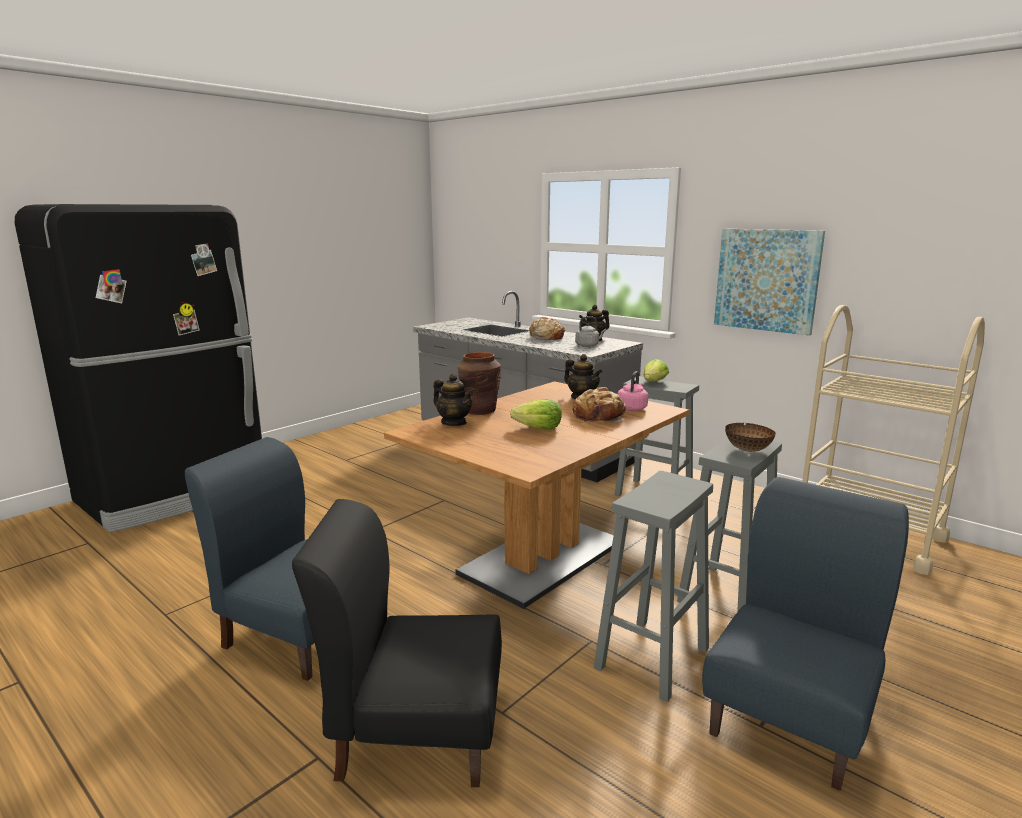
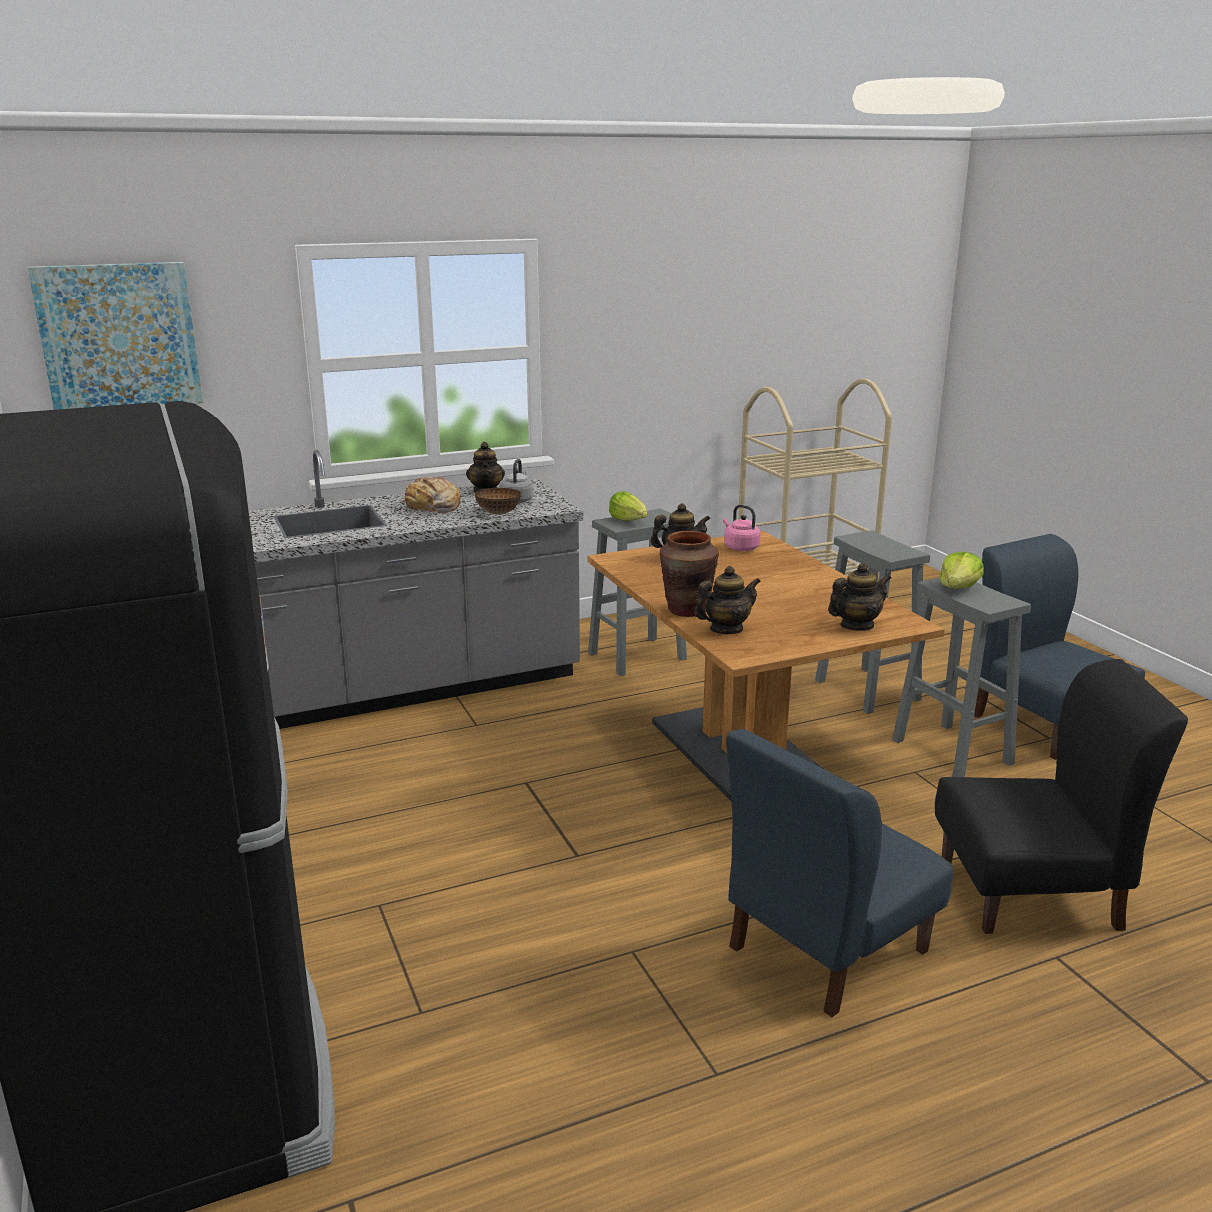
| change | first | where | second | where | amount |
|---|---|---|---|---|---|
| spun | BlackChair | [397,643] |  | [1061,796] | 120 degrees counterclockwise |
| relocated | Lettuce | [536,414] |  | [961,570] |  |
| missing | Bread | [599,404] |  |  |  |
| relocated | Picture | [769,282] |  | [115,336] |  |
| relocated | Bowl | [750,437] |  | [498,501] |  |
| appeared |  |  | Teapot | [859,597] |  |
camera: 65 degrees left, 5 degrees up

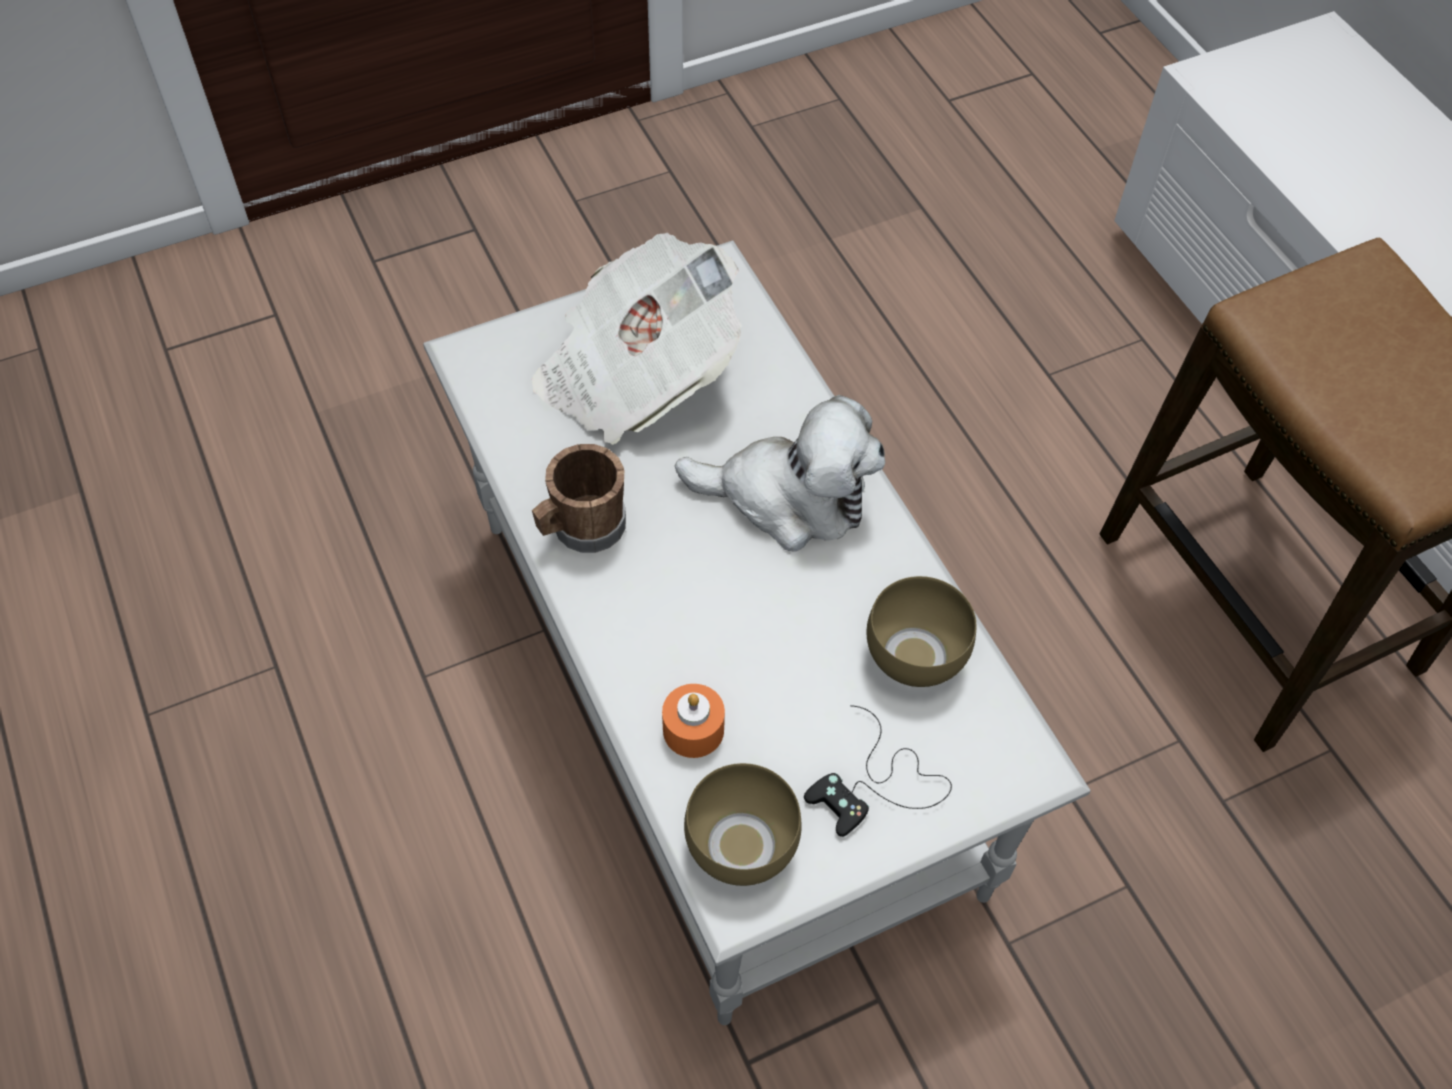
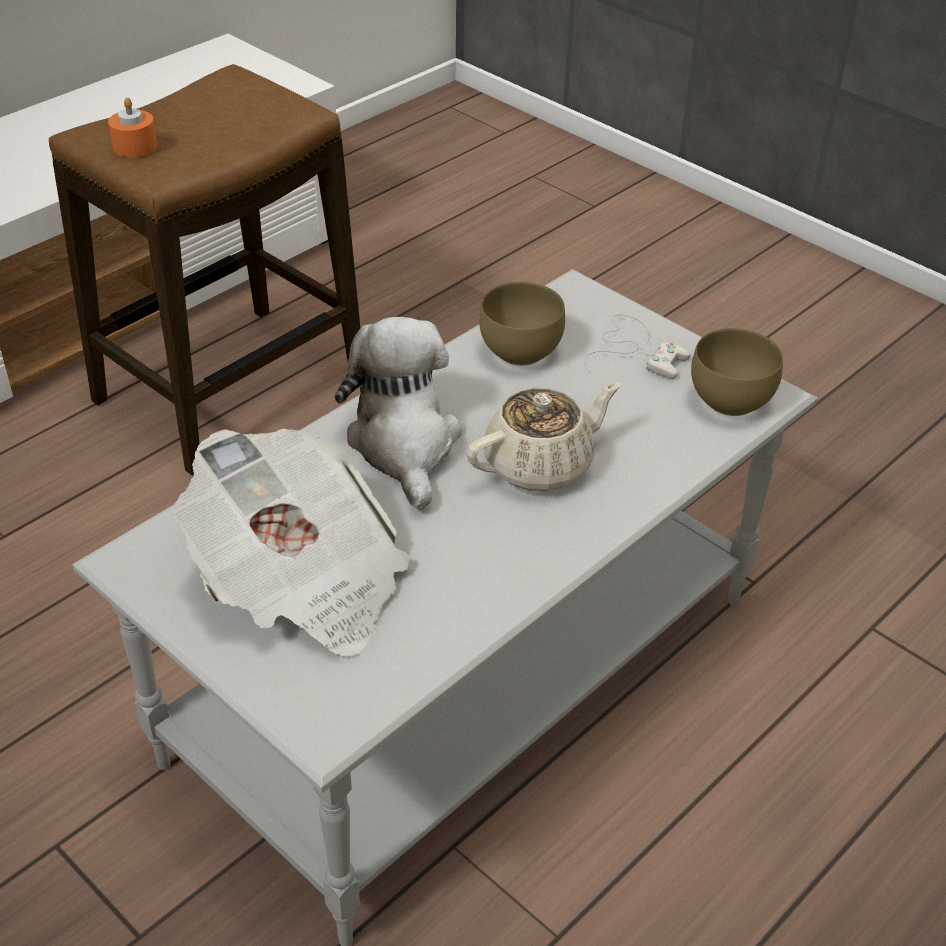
| change | first | where | second | where | amount |
|---|---|---|---|---|---|
| missing | BrownMug | [579,498] |  |  |  |
| relocated | OrangeCandle | [693,721] |  | [132,127] |  |
| colour | BlackGameController | [878,771] | WhiteGameController | [637,346] |  |
| appeared |  |  | BeigeTeapot | [543,436] |  |
camera: 110 degrees left, 15 degrees down

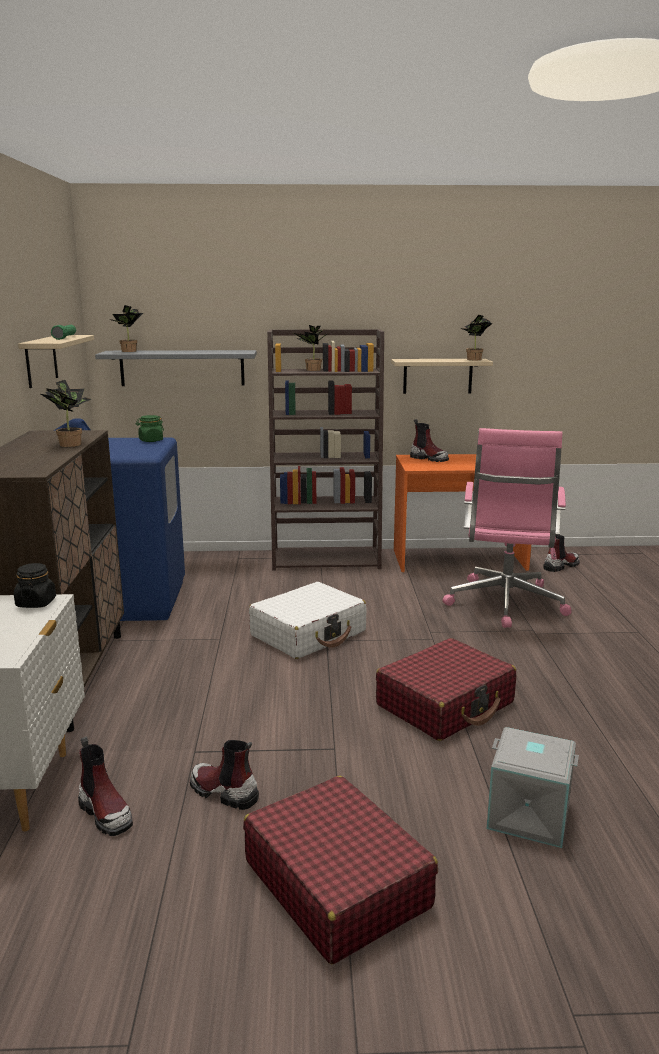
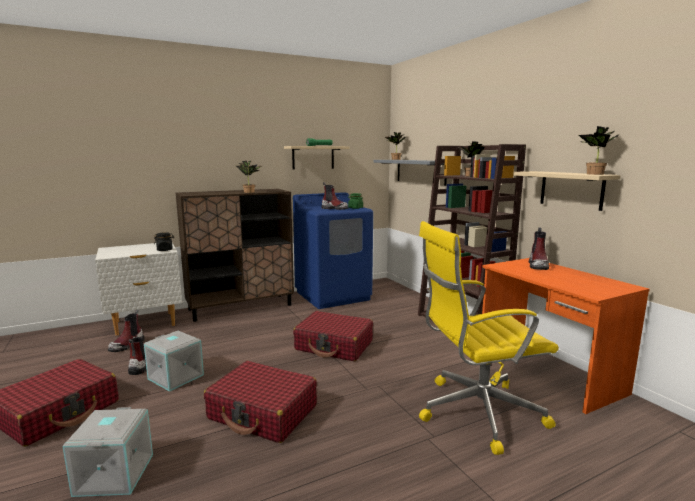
| change | first | where | second | where | amount |
|---|---|---|---|---|---|
| colour | WhiteSuitcase | [308,620] | RedSuitcase | [333,336] |  |
| colour | PinkOfficeChair | [507,528] | YellowOfficeChair | [489,338] |  |
| relocated | Boot | [561,553] |  | [334,196] |  |
| appeared |  |  | GreyStorageBox | [174,361] |  |
camera: 65 degrees right, 5 degrees down

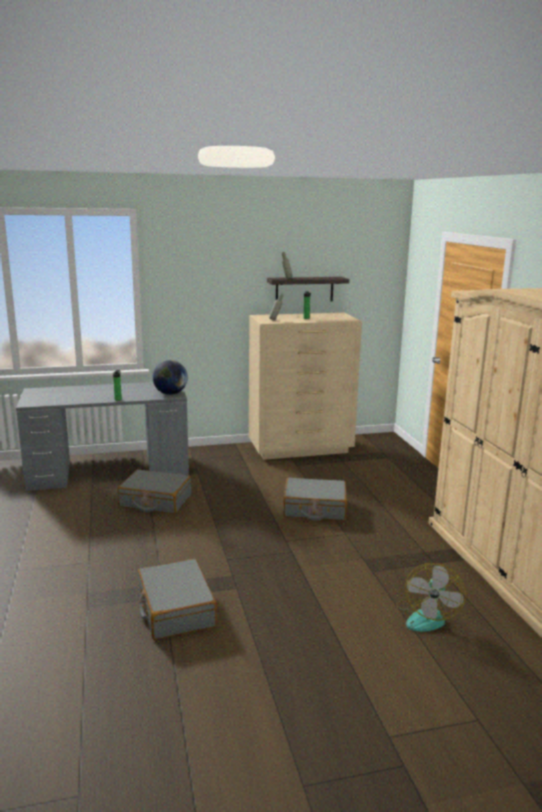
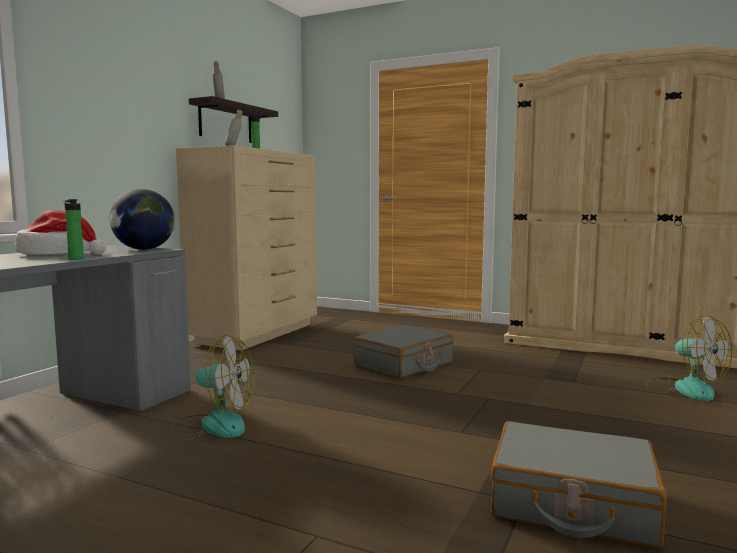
| change | first | where | second | where | amount |
|---|---|---|---|---|---|
| exchanged | GreySuitcase | [154,491] | Fan | [211,389] |  |
| appeared |  |  | Hat | [60,232] |  |
camera: 50 degrees left, 10 degrees down

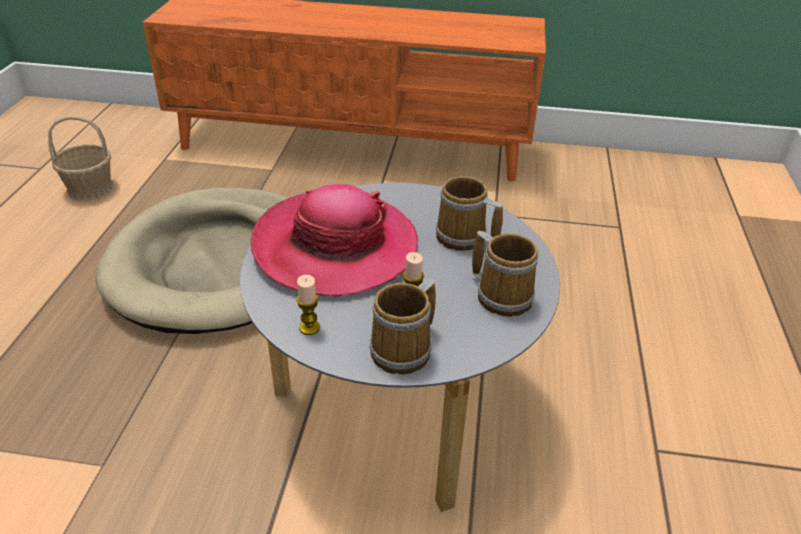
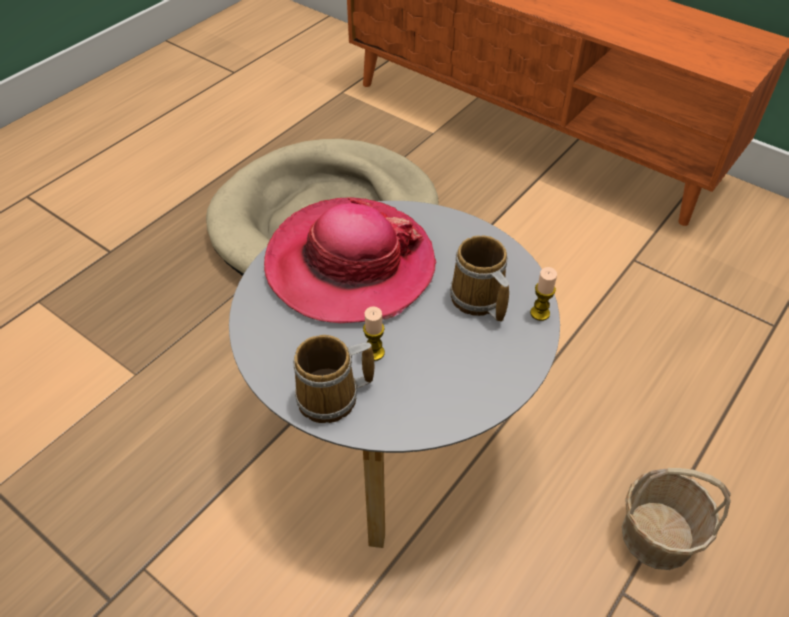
| change | first | where | second | where | amount |
|---|---|---|---|---|---|
| relocated | Basket | [80,158] |  | [676,519] |  |
| relocated | Candle | [308,305] |  | [543,294] |  |
| missing | Mug | [505,274] |  |  |  |
camera: 30 degrees right, 10 degrees up

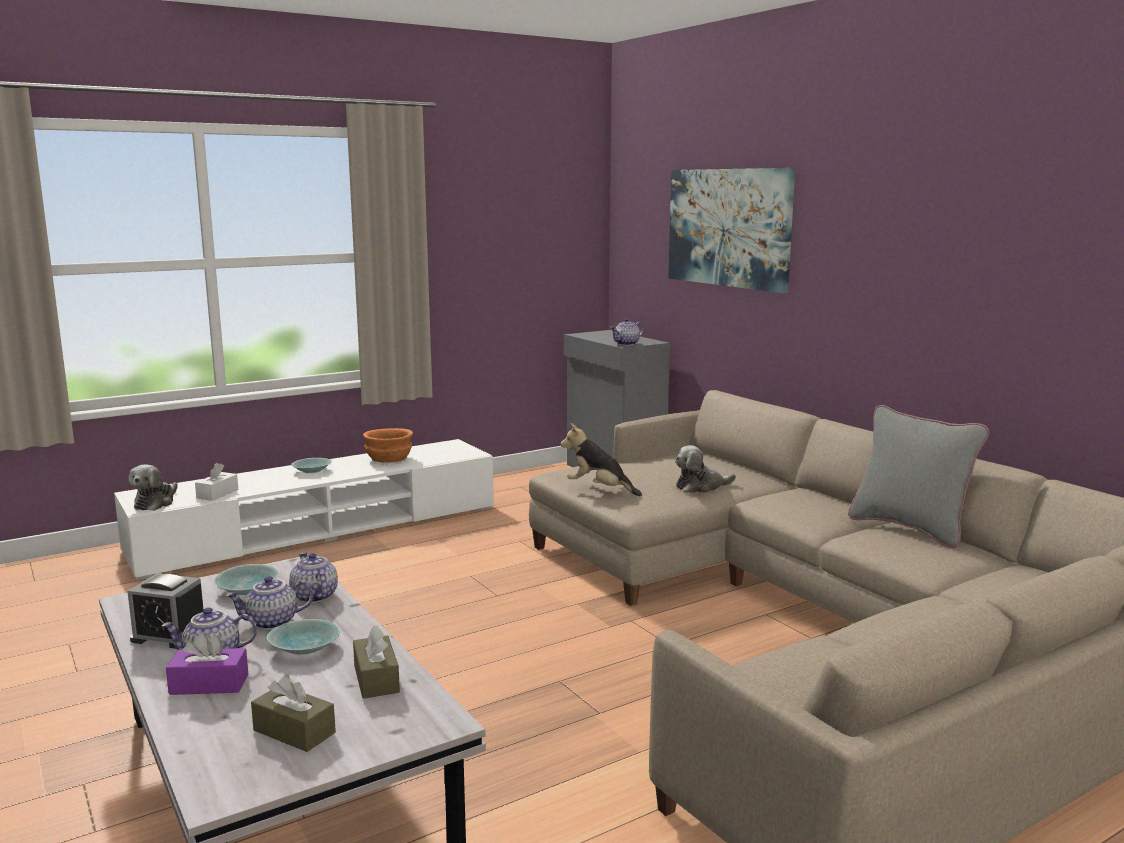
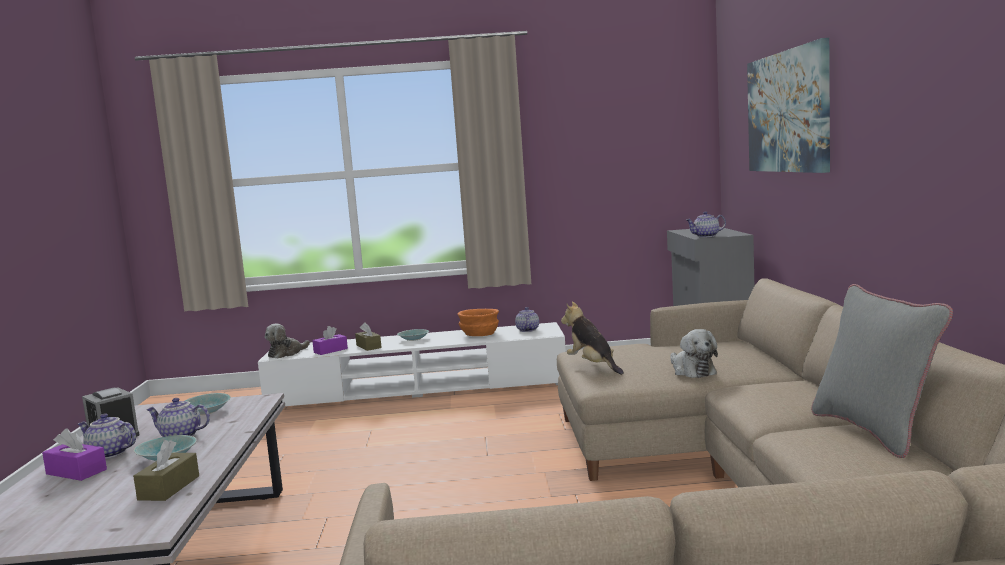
| change | first | where | second | where | amount |
|---|---|---|---|---|---|
| colour | WhiteTissueBox | [216,482] | PurpleTissueBox | [330,340] |  |
| relocated | BrownTissueBox | [293,713] |  | [368,336] |  |
| relocated | Teapot | [313,577] |  | [527,319] |  |
| spun | PlushToy | [705,469] |  | [694,353] | 120 degrees counterclockwise |
camera: 30 degrees right, 5 degrees down

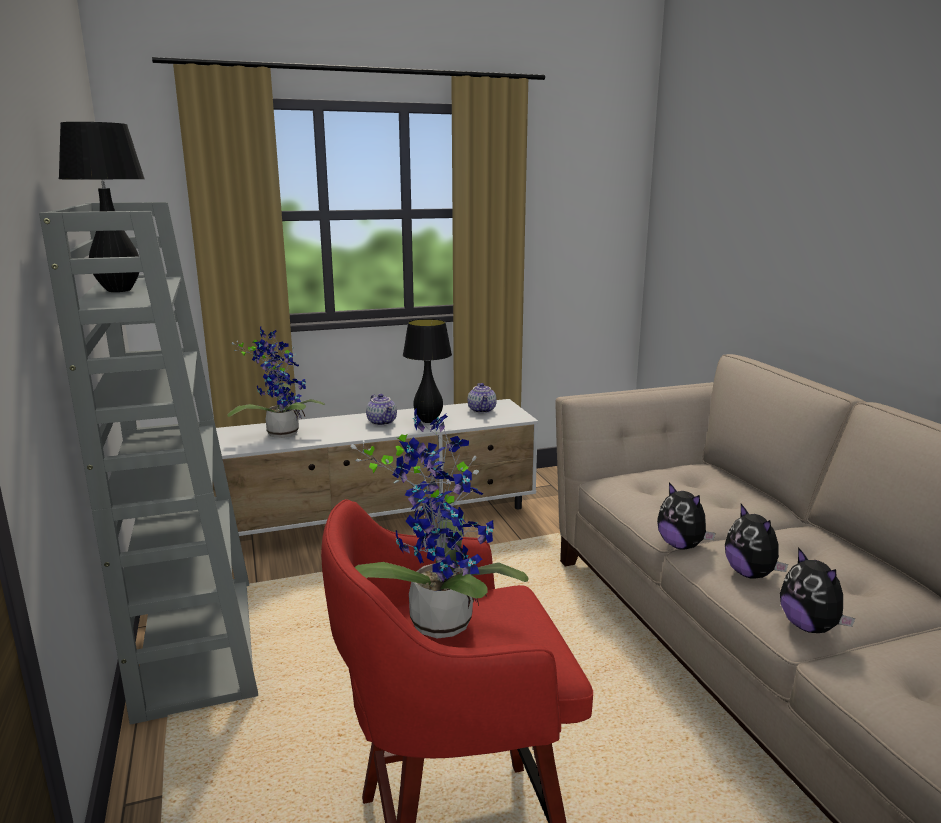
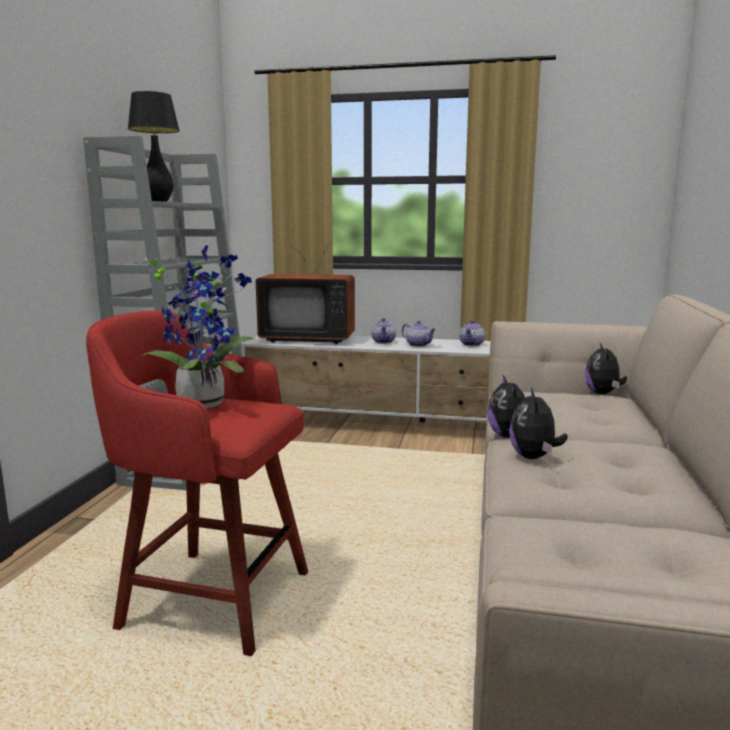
| change | first | where | second | where | amount |
|---|---|---|---|---|---|
| exchanged | PottedPlant | [276,382] | Television | [305,293] |  |
| exchanged | BlackTableLamp | [427,371] | Teapot | [419,334] |  |
| relocated | PlushToy | [817,590] |  | [606,368] |  |
camera: 30 degrees right, 5 degrees down

